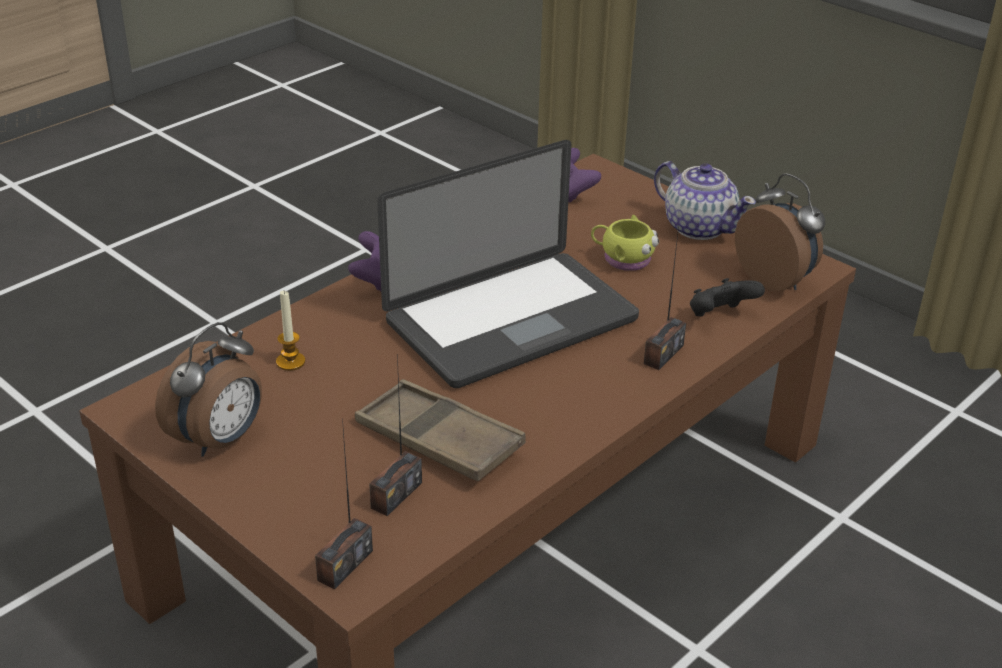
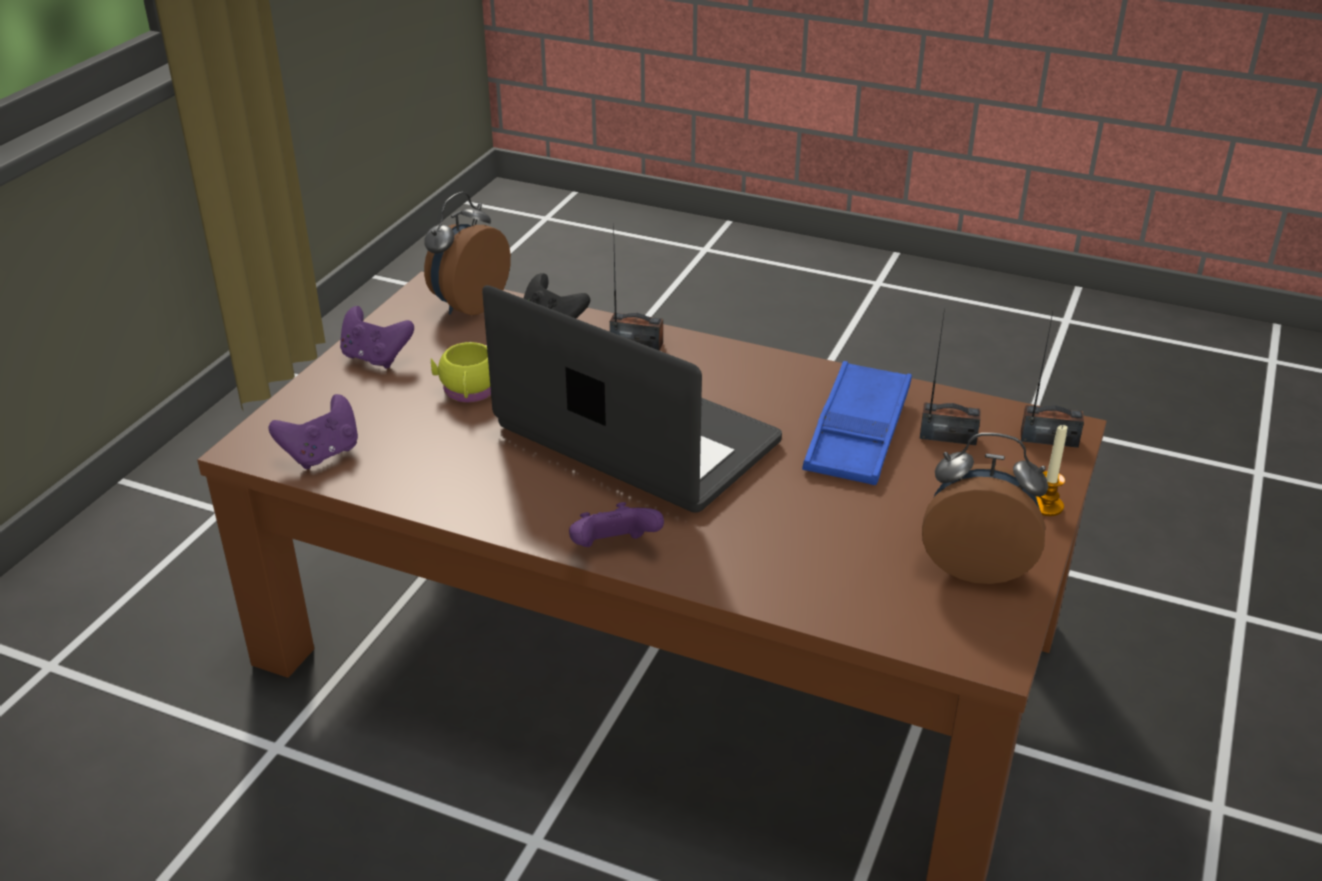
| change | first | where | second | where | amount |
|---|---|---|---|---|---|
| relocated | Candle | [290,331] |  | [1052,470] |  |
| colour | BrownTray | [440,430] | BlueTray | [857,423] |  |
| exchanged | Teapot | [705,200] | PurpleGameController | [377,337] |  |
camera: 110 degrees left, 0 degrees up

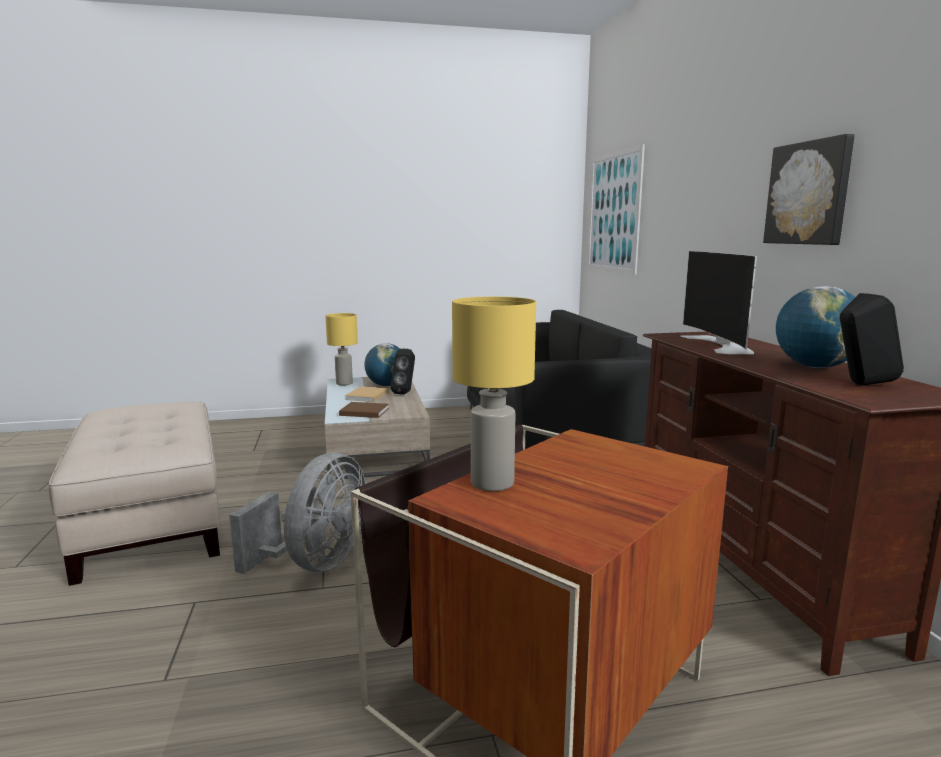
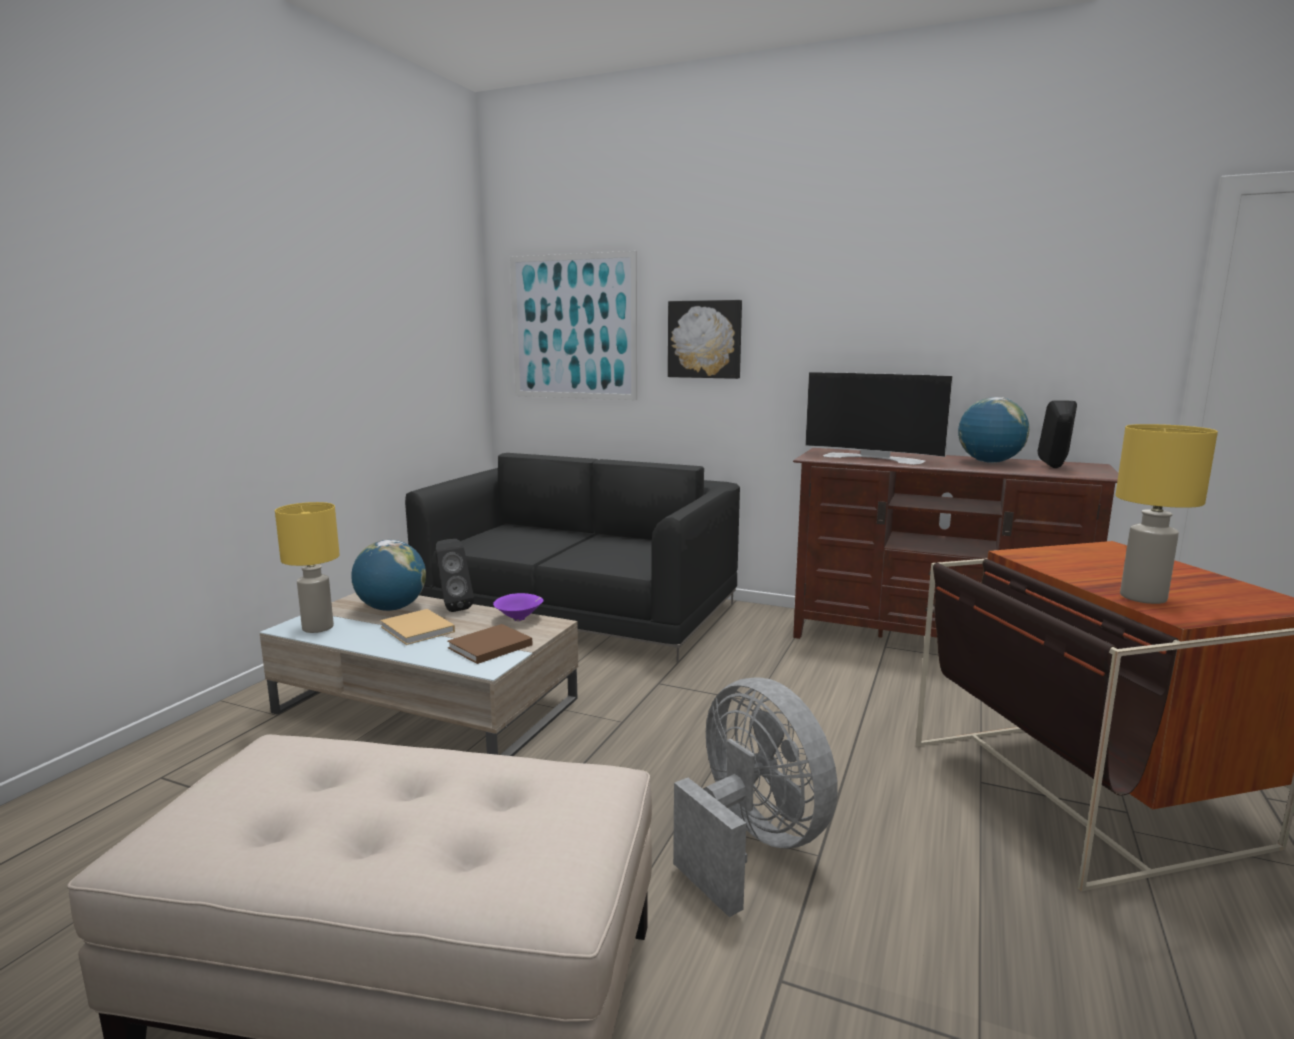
| change | first | where | second | where | amount |
|---|---|---|---|---|---|
| relocated | Picture | [809,189] |  | [705,339] |  |
| appeared |  |  | PurpleBowl | [518,607] |  |
camera: 55 degrees left, 0 degrees up

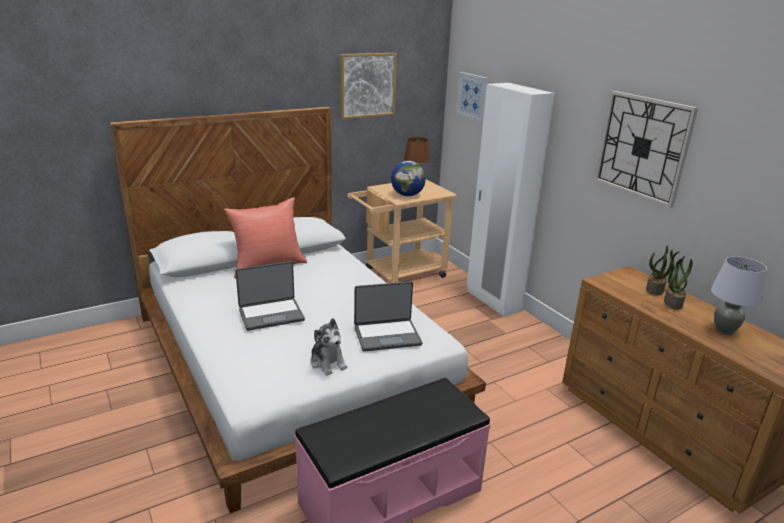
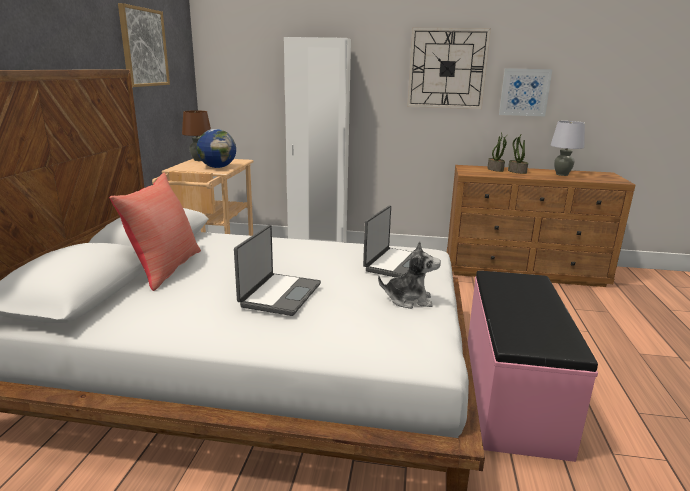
| change | first | where | second | where | amount |
|---|---|---|---|---|---|
| relocated | Picture | [472,97] |  | [526,92] |  |
camera: 50 degrees left, 5 degrees down

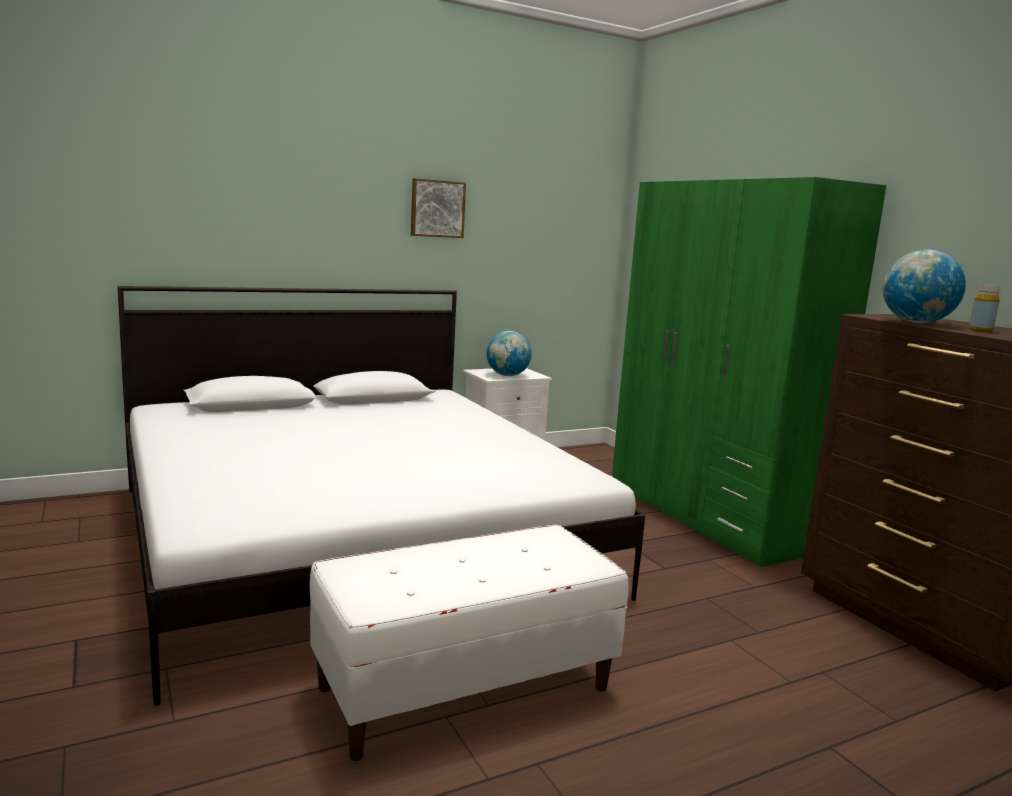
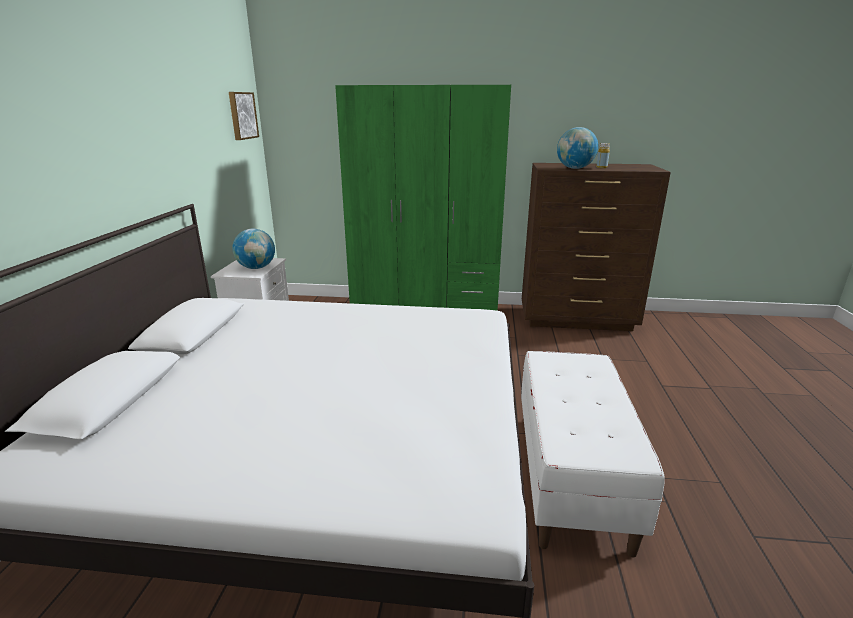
| change | first | where | second | where | amount |
|---|---|---|---|---|---|
| relocated | Picture | [438,208] |  | [244,116] |  |
camera: 55 degrees left, 10 degrees up

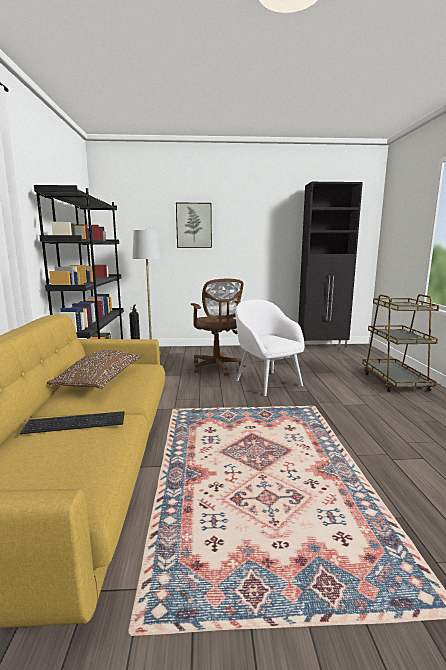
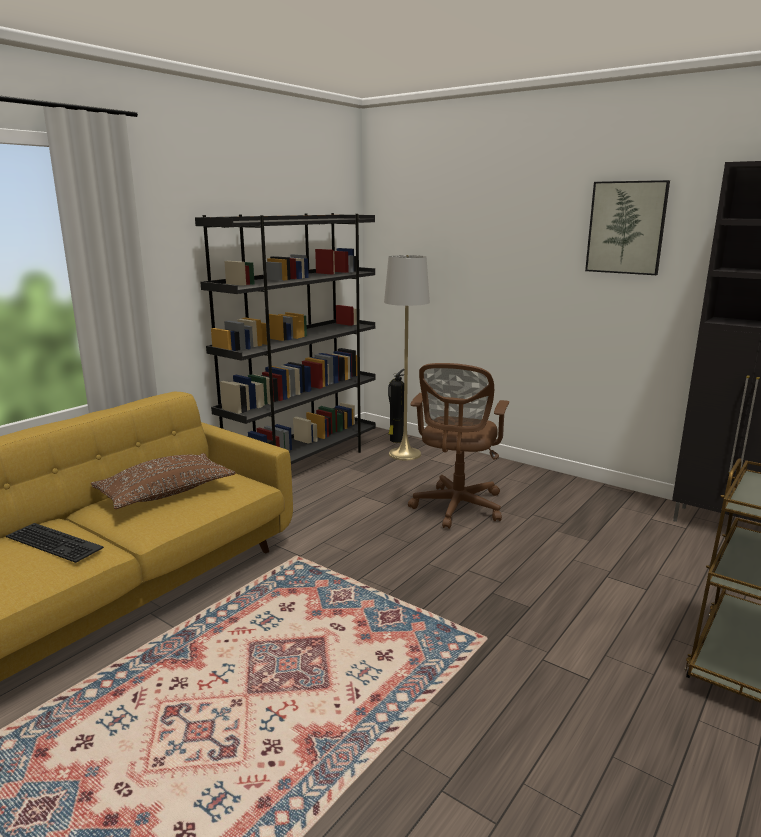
| change | first | where | second | where | amount |
|---|---|---|---|---|---|
| relocated | Picture | [194,225] |  | [627,227] |  |
| missing | WhiteArmchair | [270,347] |  |  |  |
camera: 40 degrees right, 5 degrees up

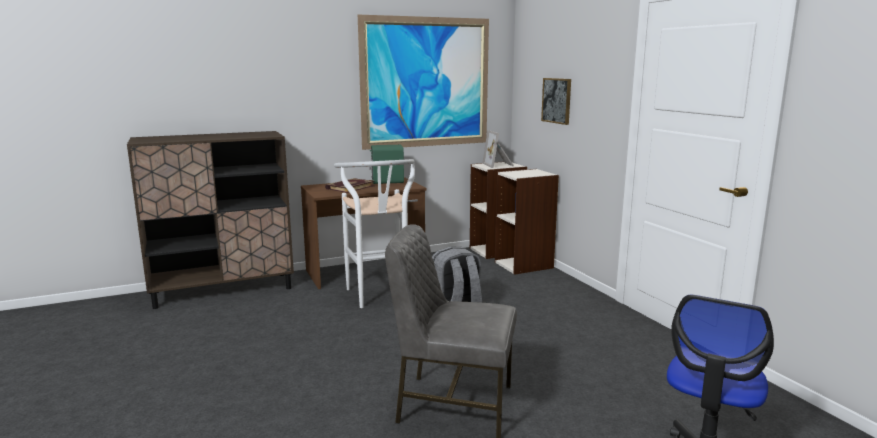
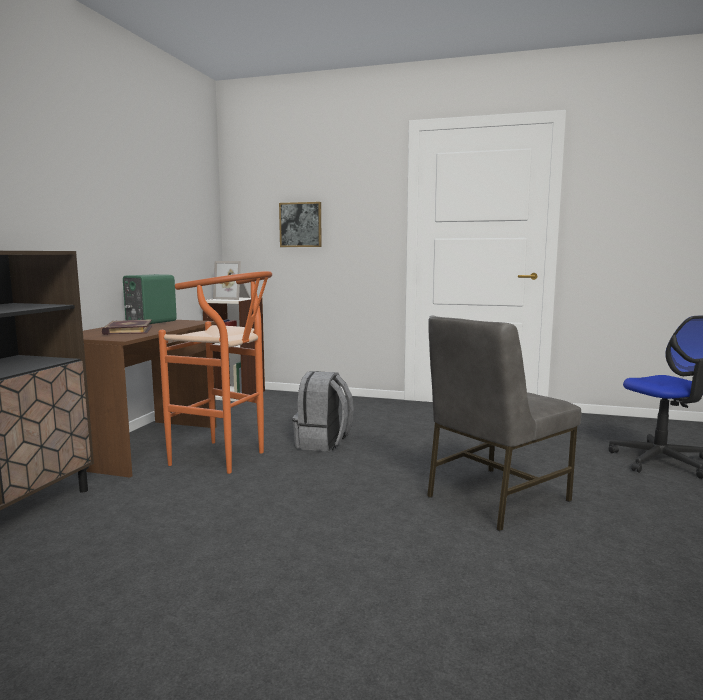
| change | first | where | second | where | amount |
|---|---|---|---|---|---|
| colour | WhiteStool | [374,233] | OrangeStool | [215,372] |  |
| missing | Picture | [423,82] |  |  |  |
| missing | Bookcase | [527,222] |  |  |  |
camera: 50 degrees left, 5 degrees down

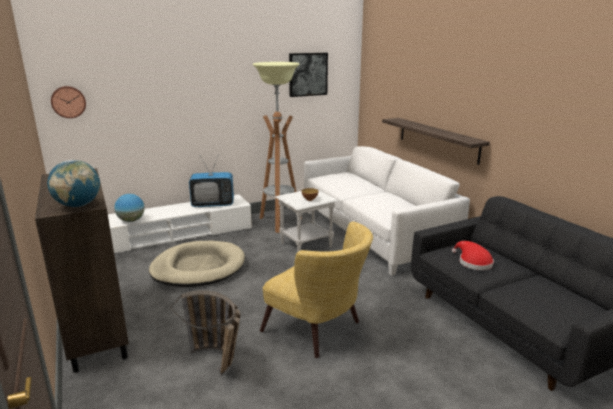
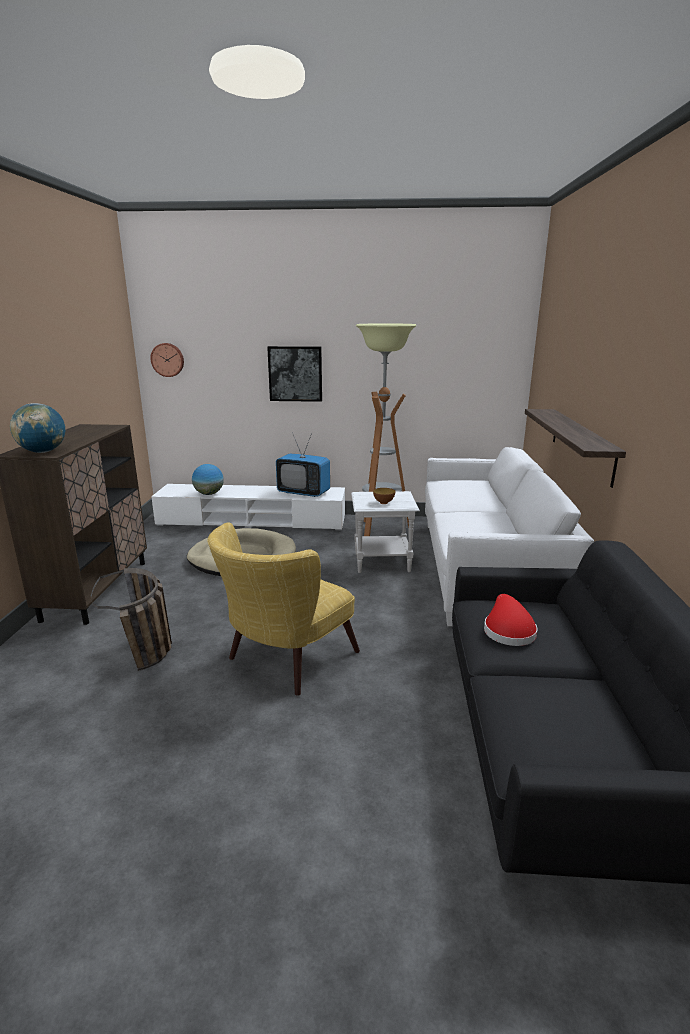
| change | first | where | second | where | amount |
|---|---|---|---|---|---|
| spun | YellowArmchair | [316,289] |  | [283,609] | 60 degrees clockwise |
| relocated | Picture | [308,75] |  | [294,374] |  |
camera: 30 degrees right, 0 degrees up

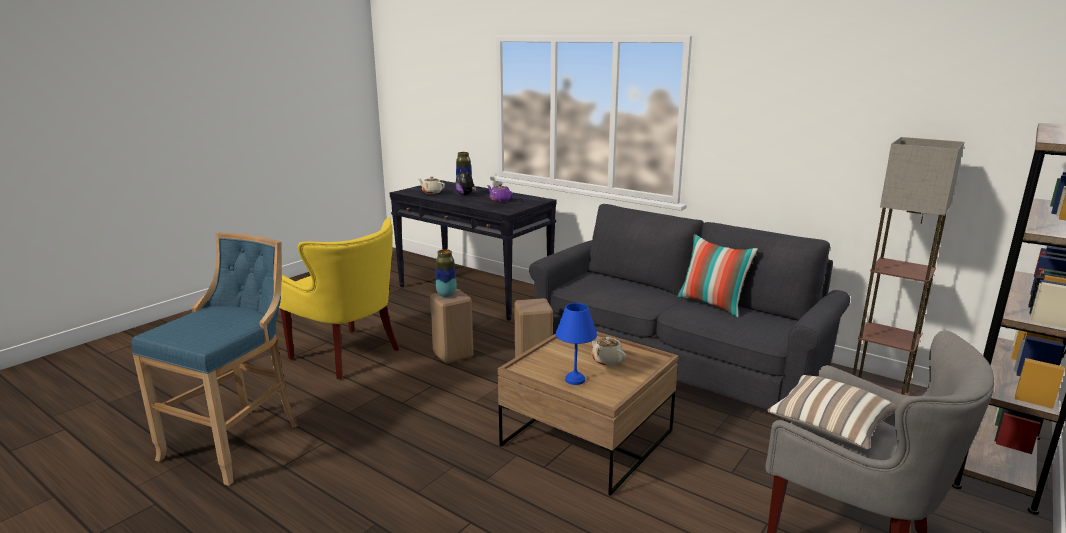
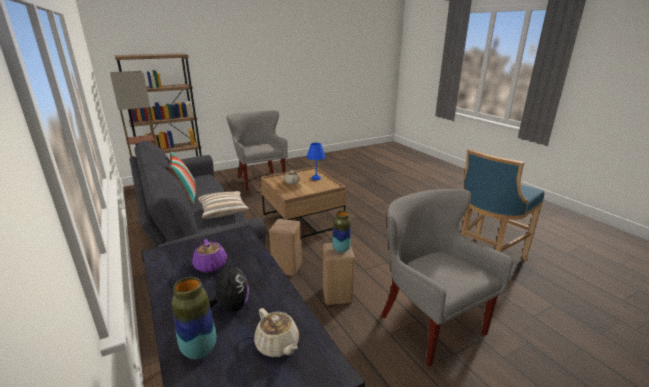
| change | first | where | second | where | amount |
|---|---|---|---|---|---|
| colour | YellowArmchair | [339,298] | GreyArmchair | [447,278] |  |
| relocated | Pillow | [831,412] |  | [223,205] |  |
camera: 155 degrees left, 5 degrees up

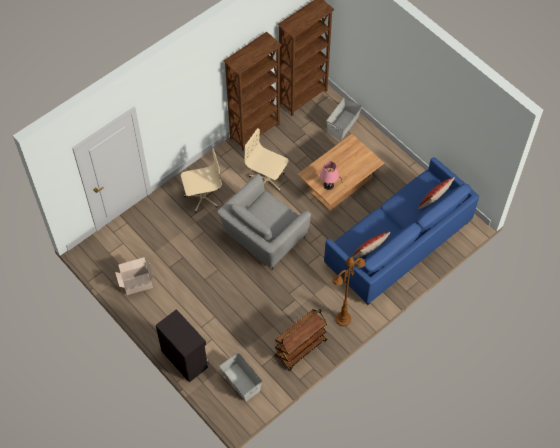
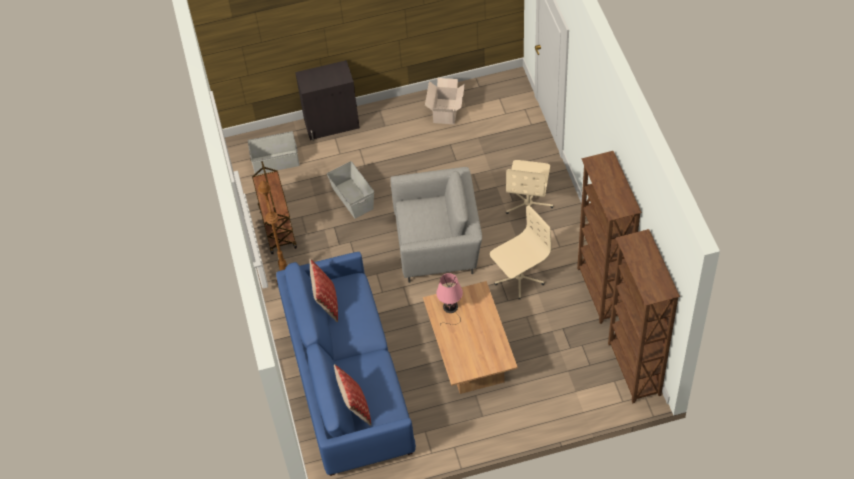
| change | first | where | second | where | amount |
|---|---|---|---|---|---|
| spun | GreyArmchair | [264,222] |  | [436,225] | 105 degrees clockwise |
| relocated | GreyStorageBox | [344,118] |  | [350,190] |  |
camera: 120 degrees right, 5 degrees down

